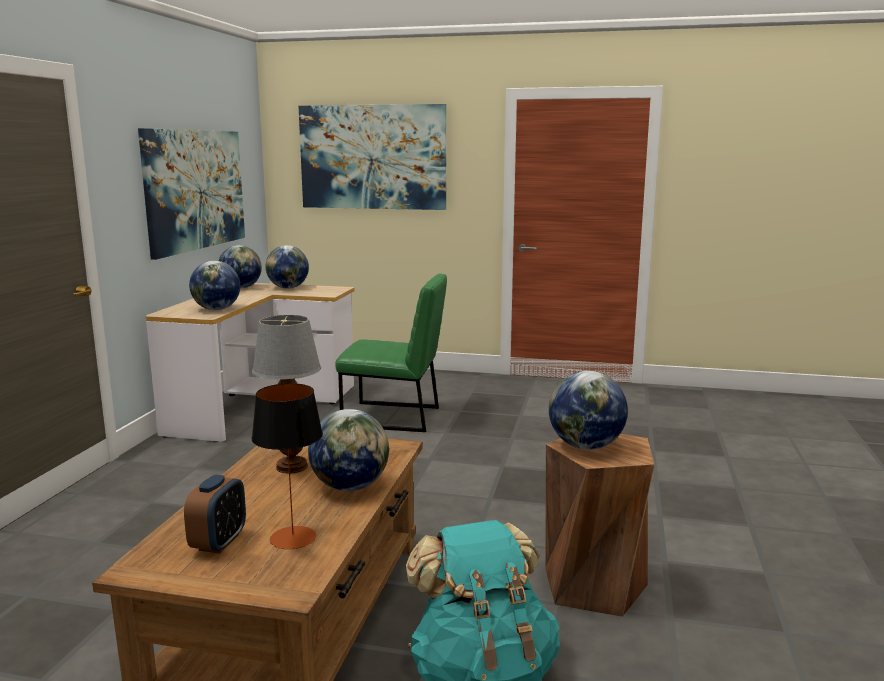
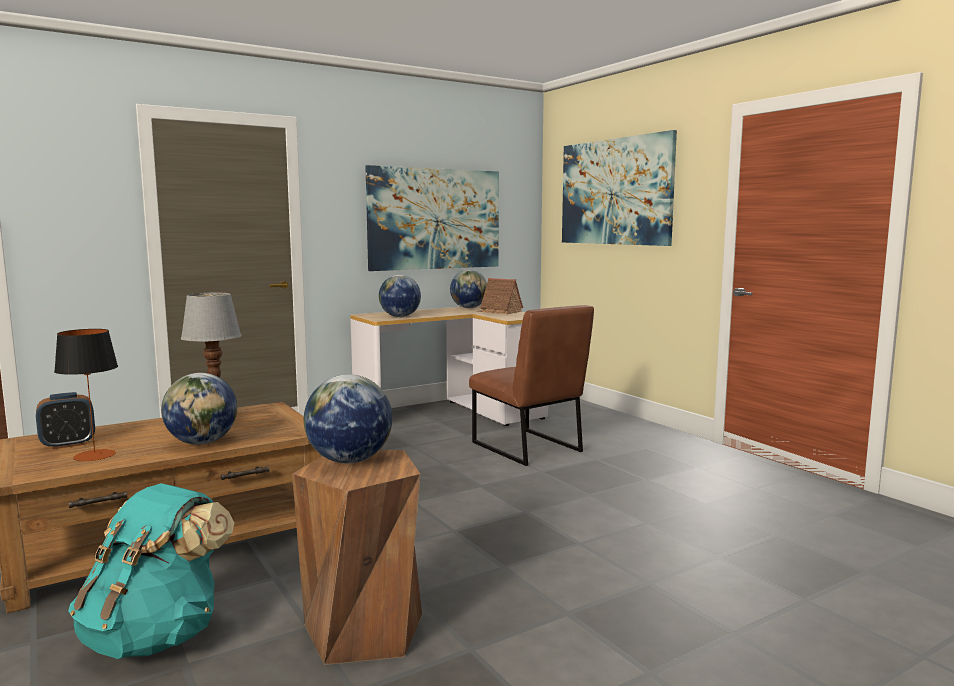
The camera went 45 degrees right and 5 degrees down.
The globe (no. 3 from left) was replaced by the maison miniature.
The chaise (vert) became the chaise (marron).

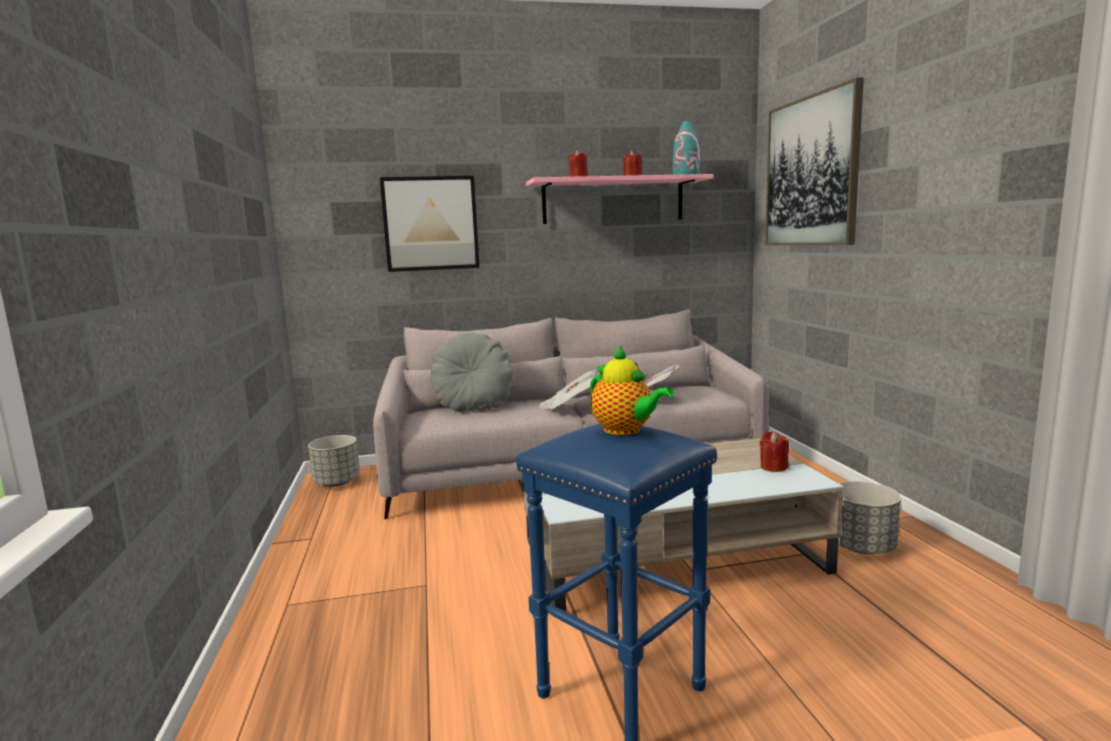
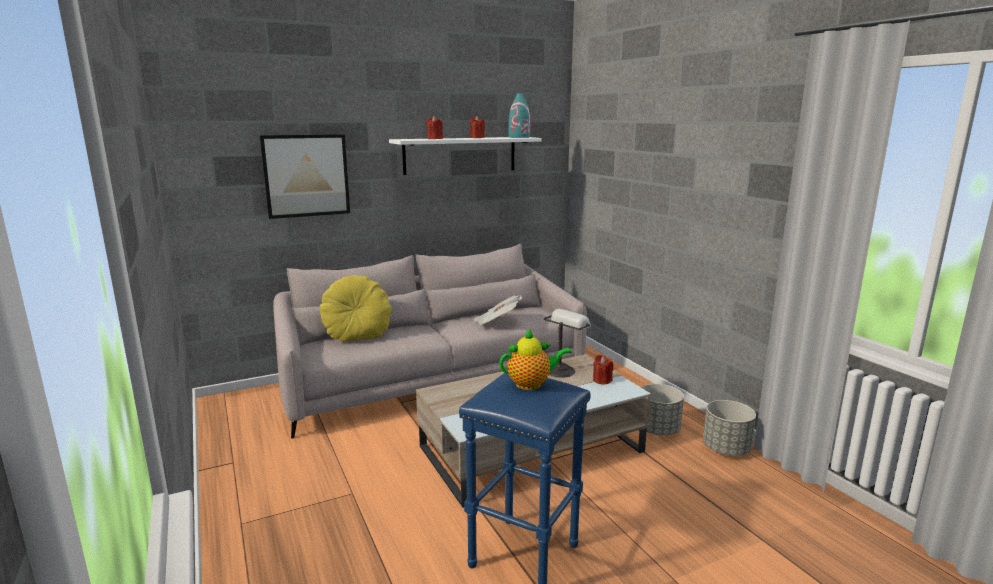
The camera went 15 degrees left and 5 degrees up.
The cache-pot (gris) (no. 1 from left in the first image) moved.
The coussin (gris) became the coussin (jaune).
The étagère (rose) became the étagère (blanc).
The journal (no. 1 from left) disappeared.
The théière turned 45 degrees counterclockwise.
The tableau (no. 2 from left) disappeared.
The lampe de table appeared.

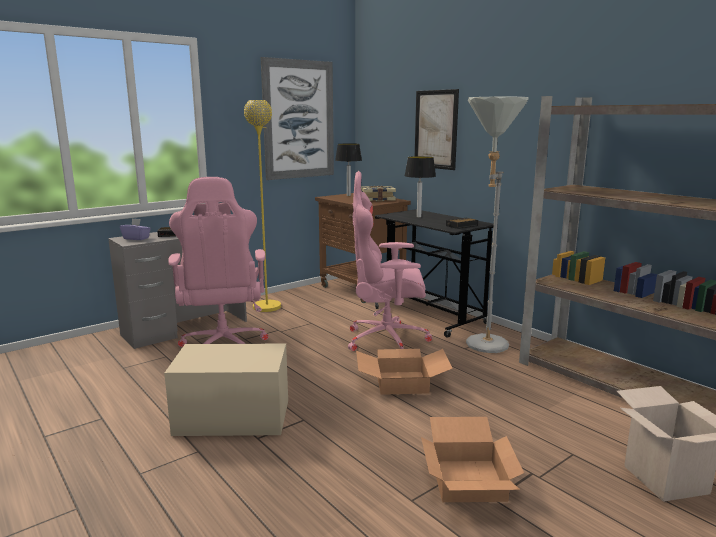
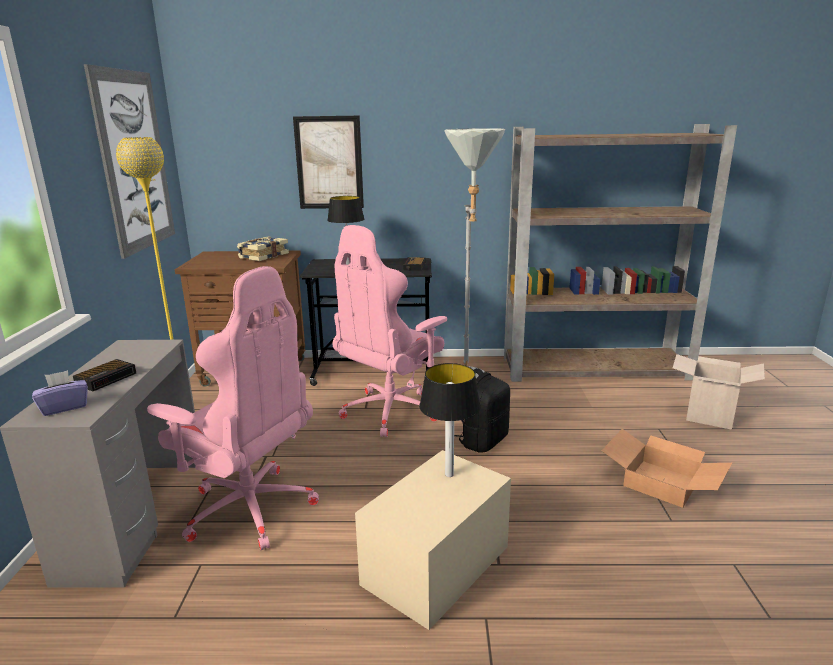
The camera went 50 degrees left and 5 degrees up.
The lampe de table (no. 1 from left in the first image) moved.
The carton (no. 1 from left) was replaced by the sac à dos (noir).

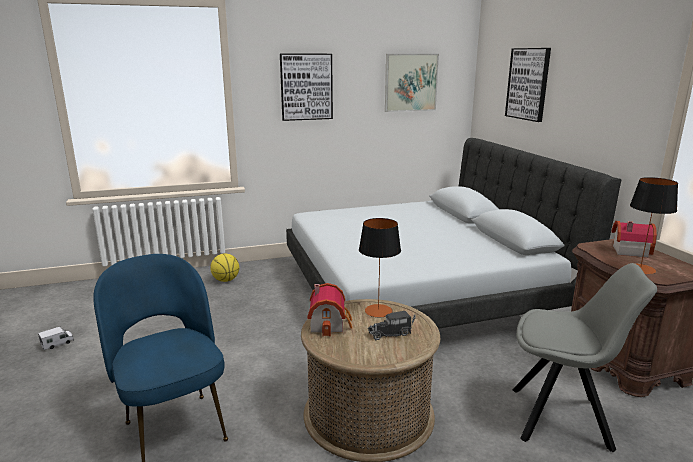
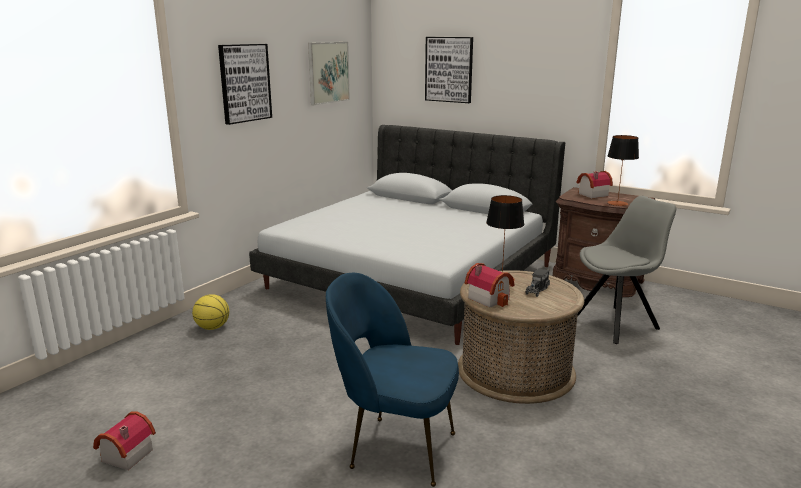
The camera went 40 degrees left and 0 degrees up.
The camion jouet (no. 1 from left) was replaced by the maison miniature (no. 1 from left).

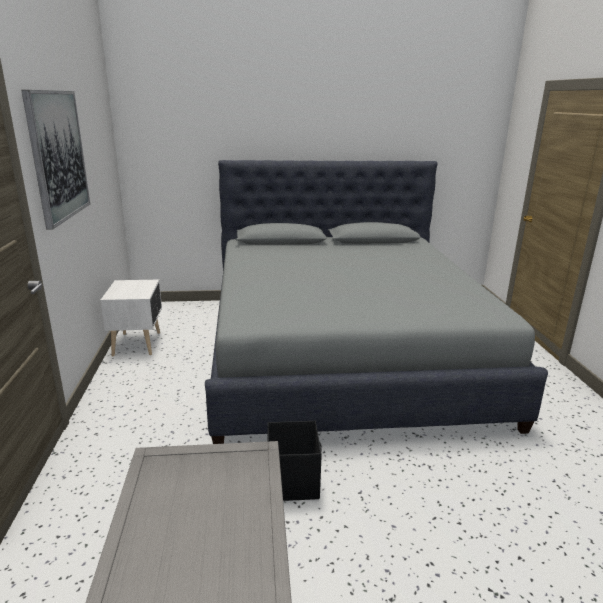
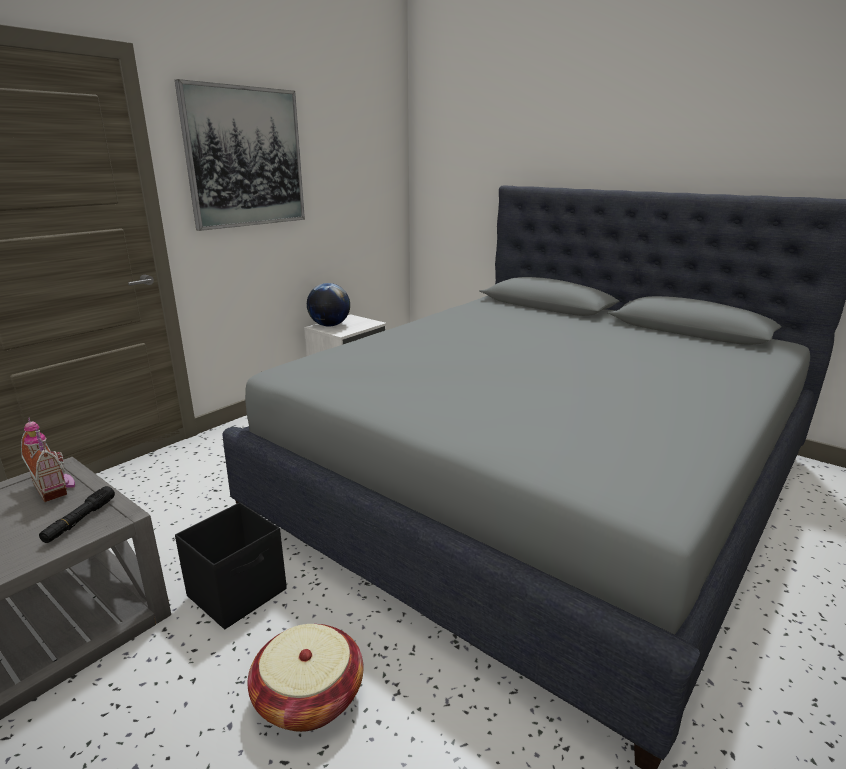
The camera went 45 degrees right and 0 degrees up.
The maison miniature appeared.
The lampe de poche (noir) appeared.
The panier appeared.
The globe appeared.

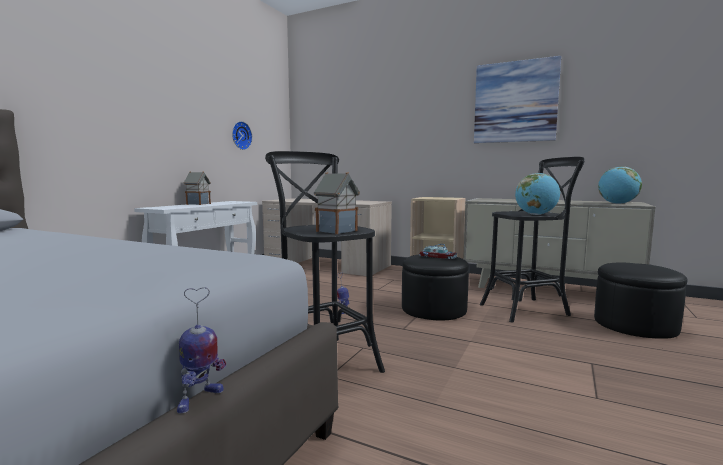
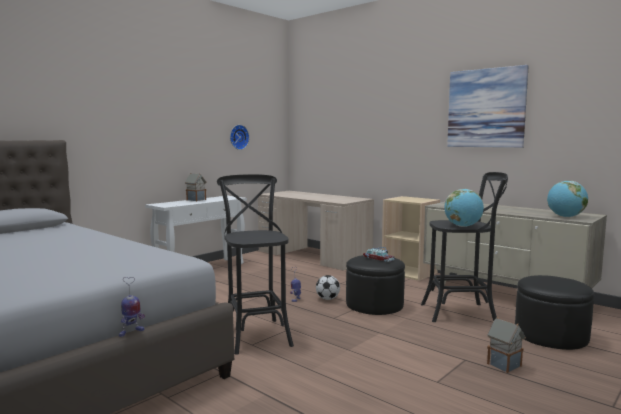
The camera went 15 degrees right and 0 degrees up.
The maison miniature (no. 2 from left) moved.
The ballon de foot appeared.

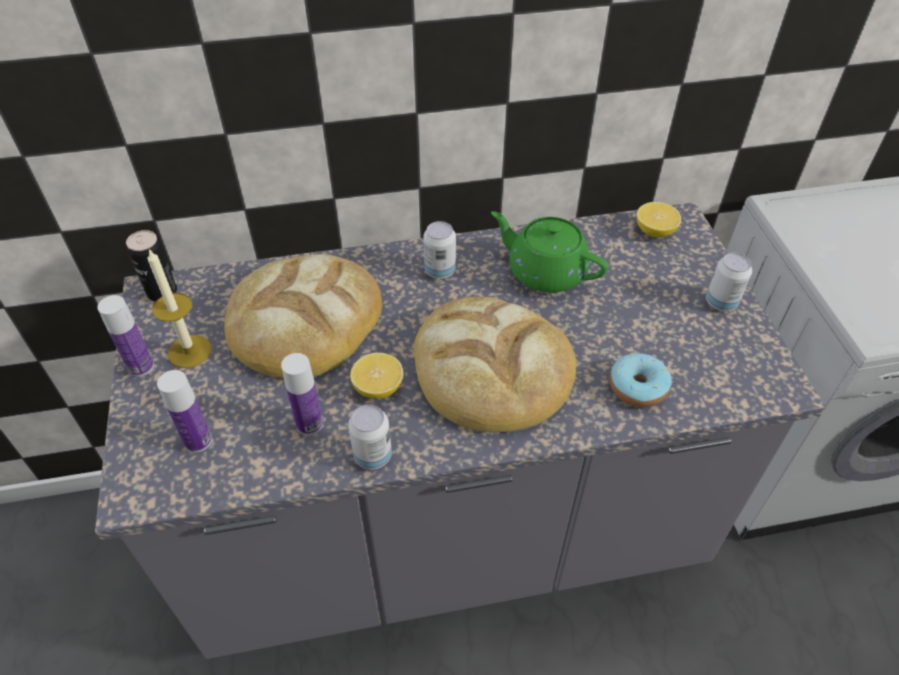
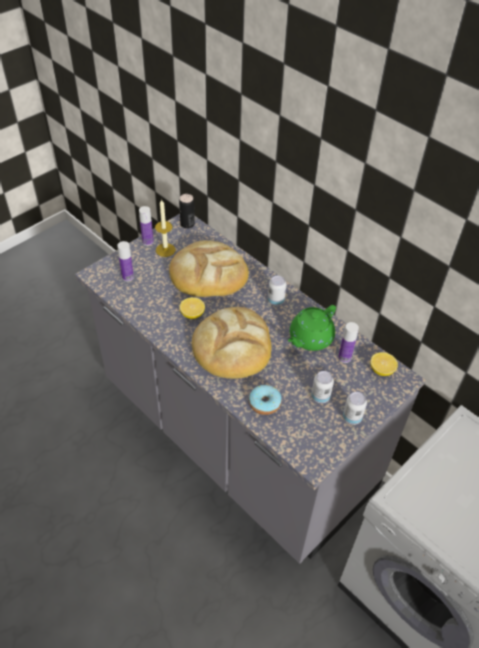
The camera went 55 degrees right and 0 degrees up.
The bouteille (no. 3 from left) moved.
The boîte métallique (no. 2 from left in the first image) moved.
The théière (vert) turned 135 degrees counterclockwise.

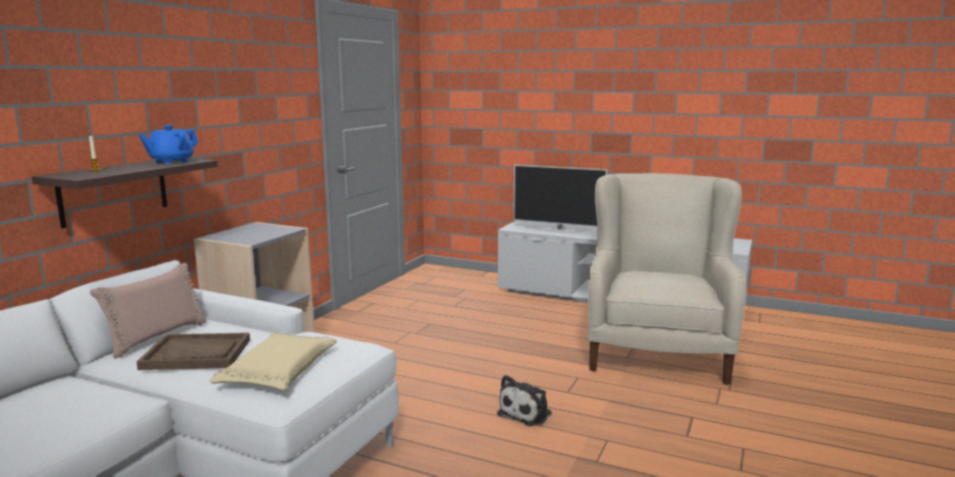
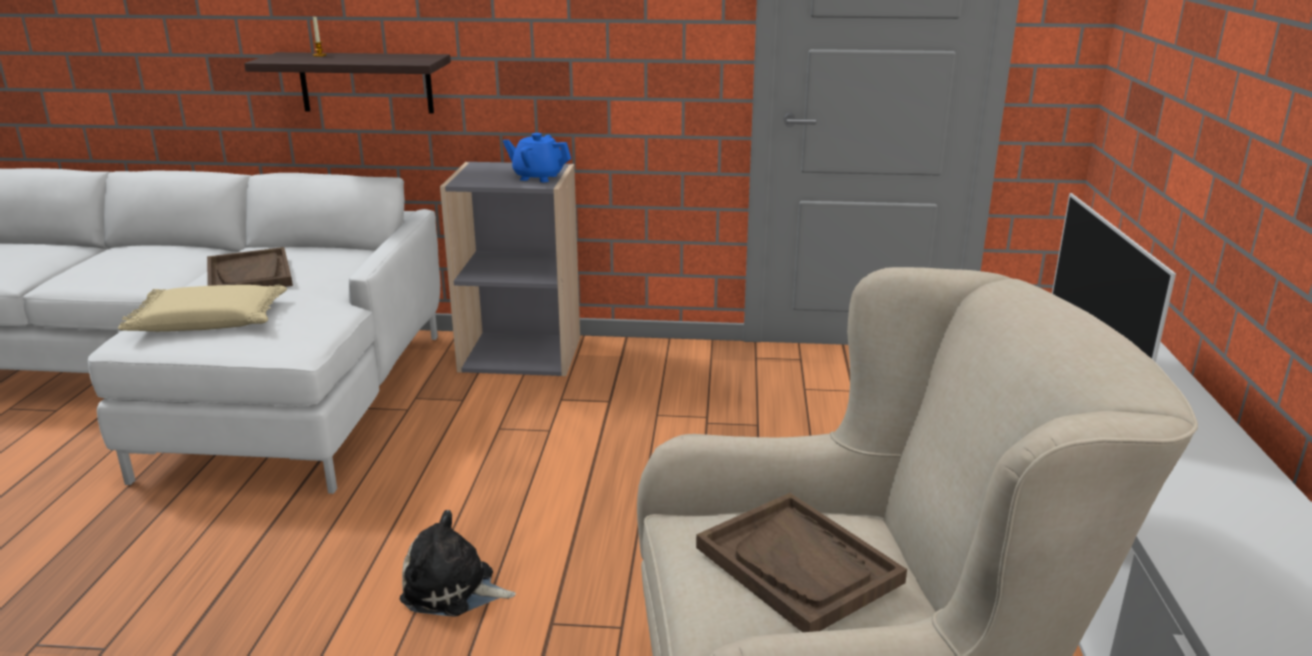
The camera went 70 degrees right and 10 degrees up.
The coussin (beige) (no. 1 from left) disappeared.
The théière (bleu) moved.
The plateau (marron) (no. 2 from left) appeared.

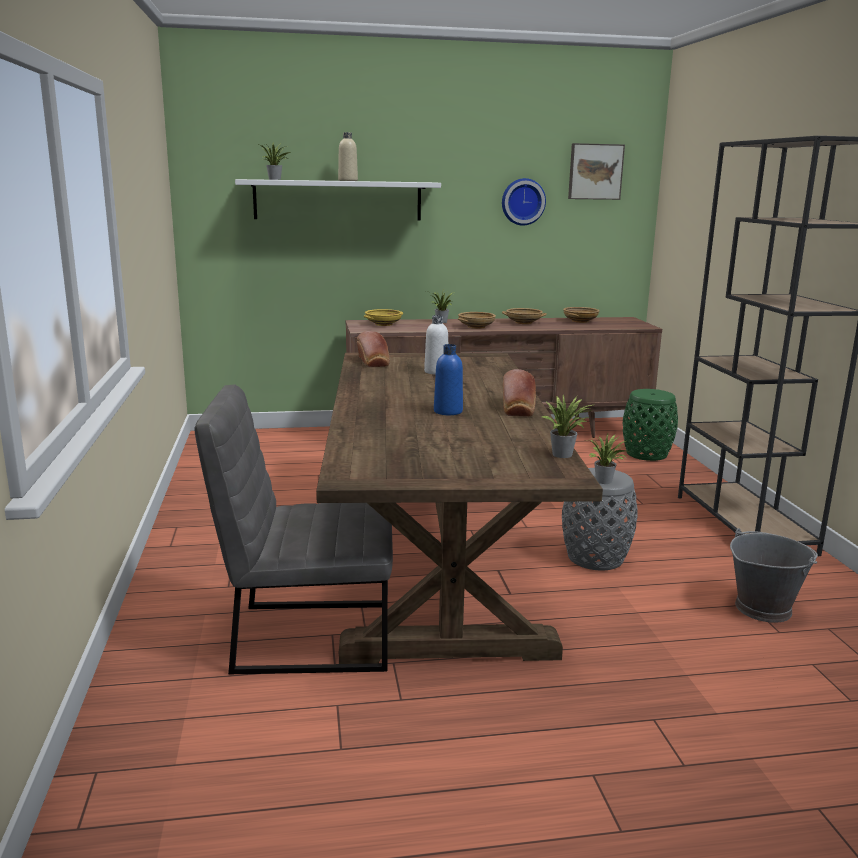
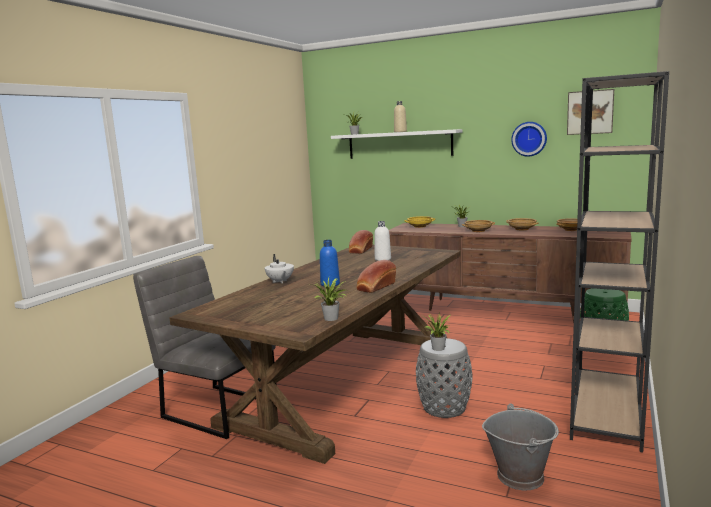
The camera went 35 degrees right and 5 degrees down.
The théière (blanc) appeared.

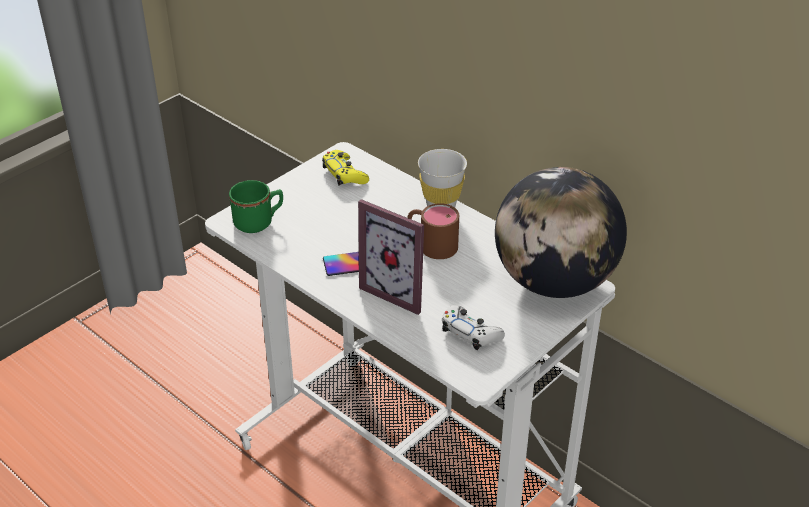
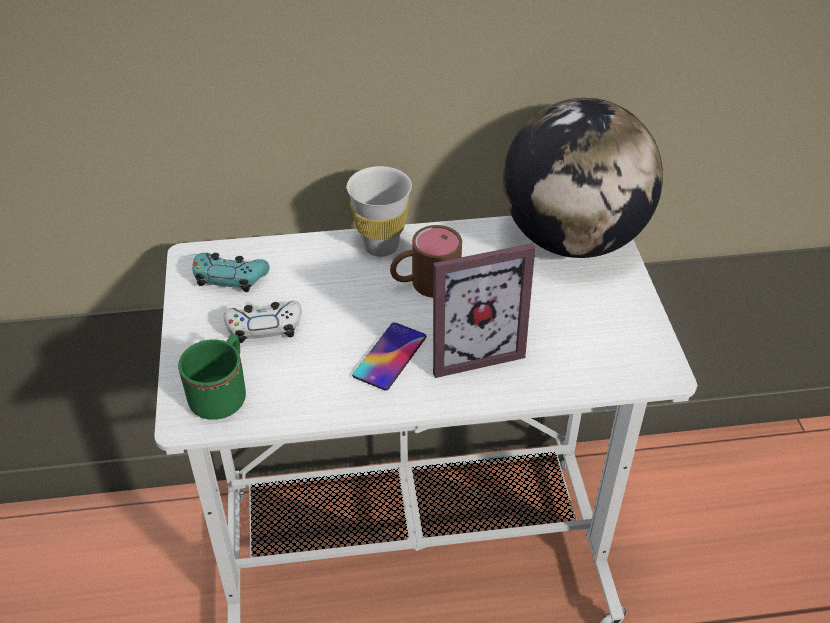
The camera went 50 degrees left and 5 degrees up.
The manette (jaune) became the manette (turquoise).
The manette (blanc) moved.

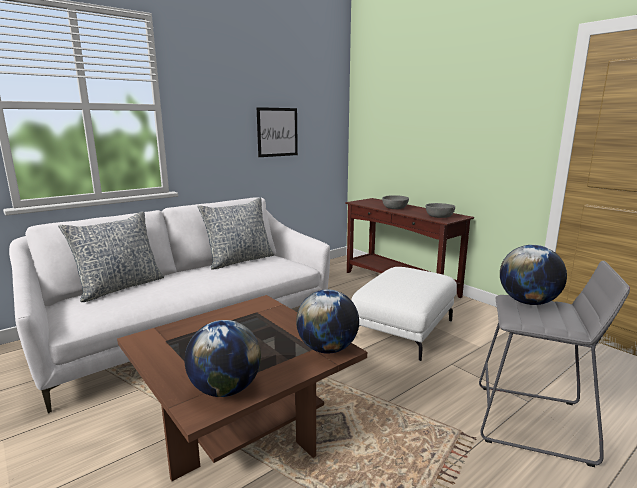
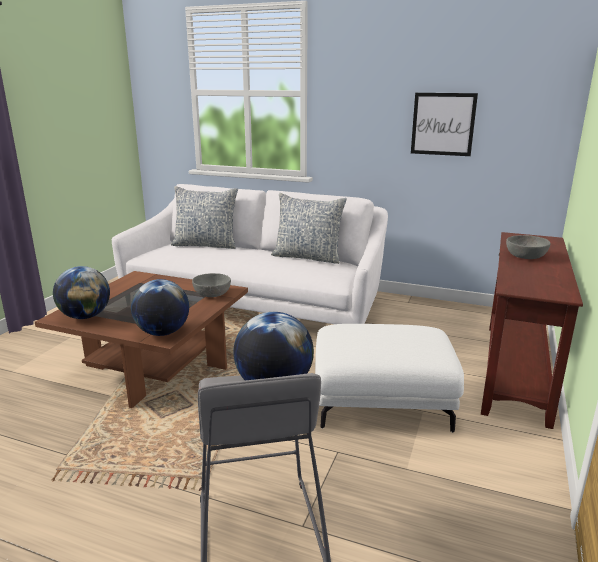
The camera went 60 degrees right and 5 degrees up.
The bol (gris) (no. 2 from left in the first image) moved.

